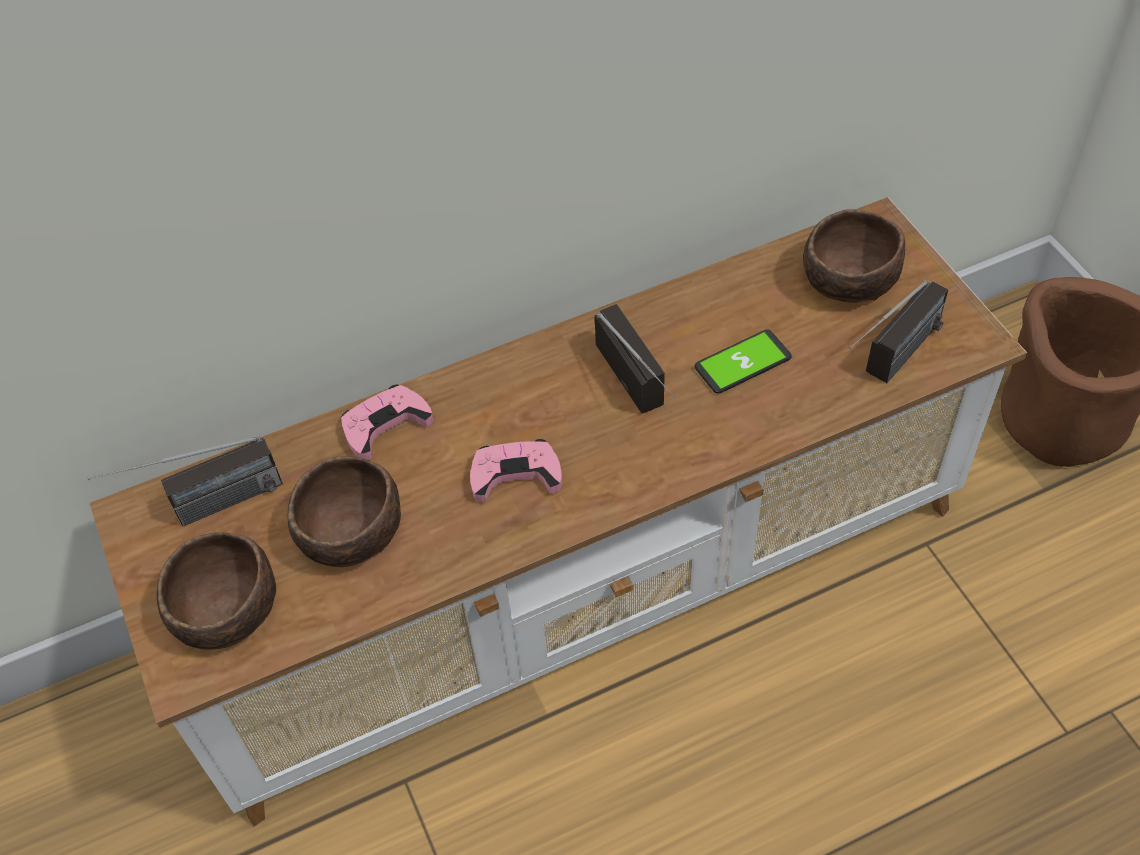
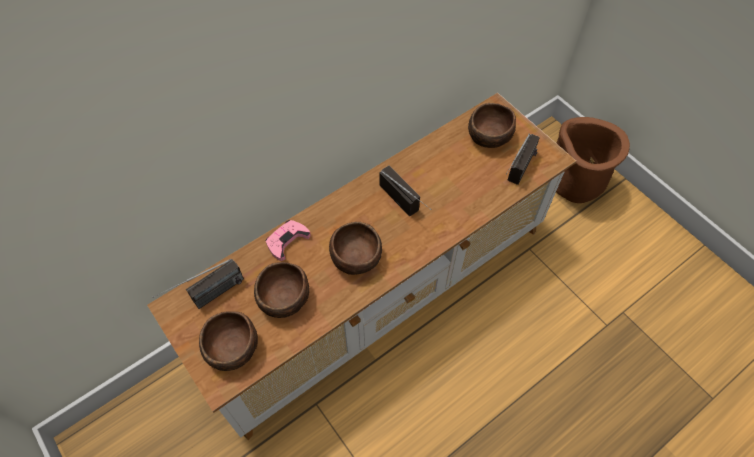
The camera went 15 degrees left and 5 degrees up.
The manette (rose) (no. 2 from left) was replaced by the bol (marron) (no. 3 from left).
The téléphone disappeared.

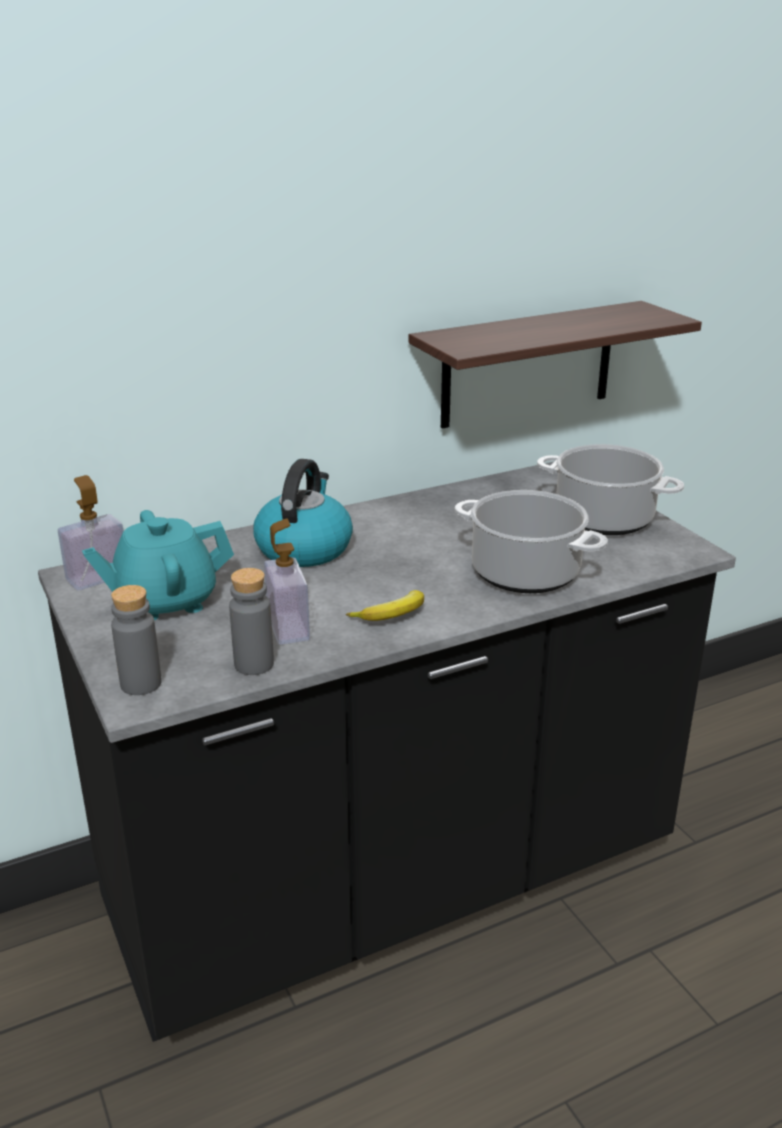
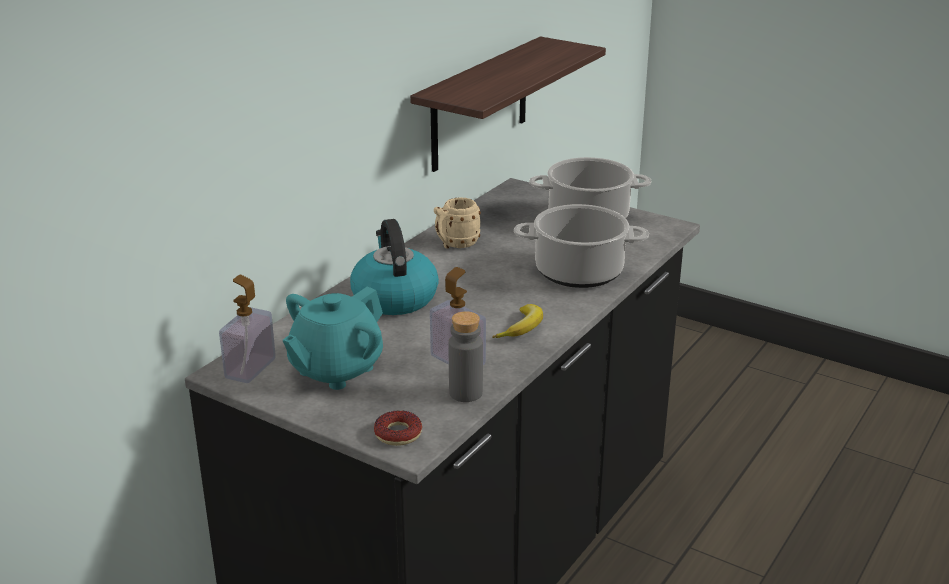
The camera went 30 degrees left and 0 degrees up.
The bouteille (gris) (no. 1 from left) was replaced by the beignet.
The mug (beige) appeared.

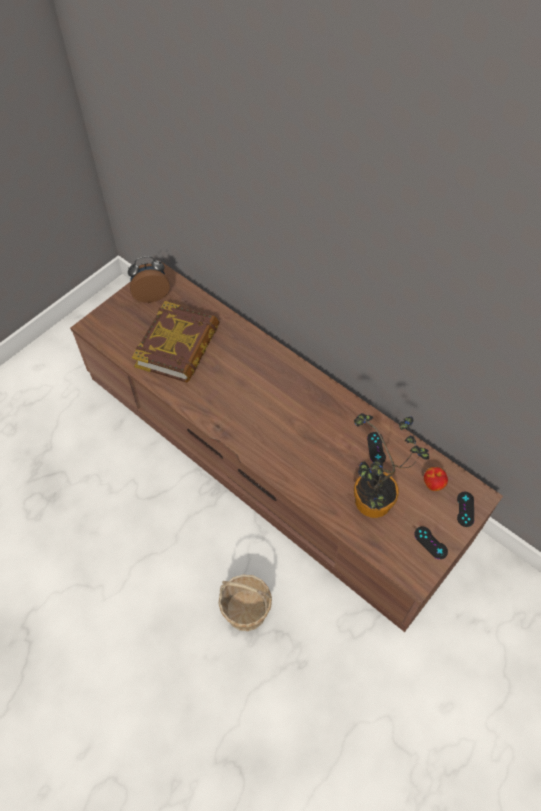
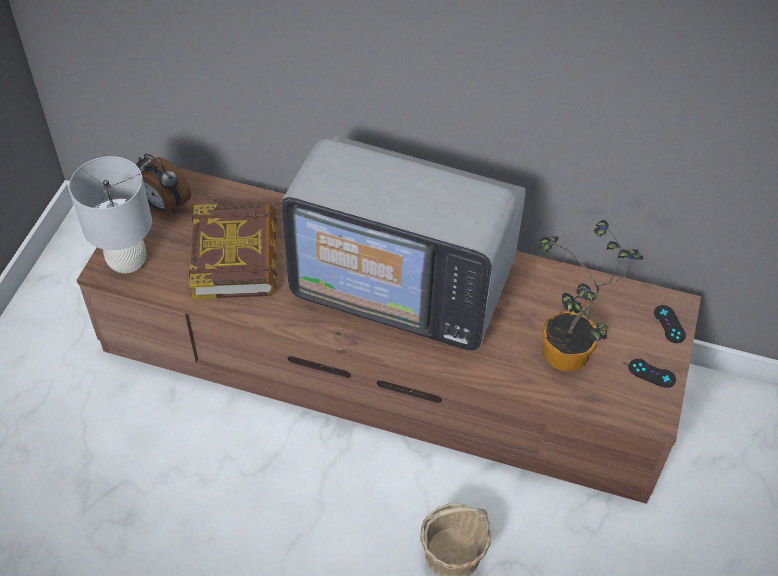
The camera went 25 degrees left and 5 degrees down.
The réveil turned 105 degrees counterclockwise.
The manette (noir) (no. 1 from left) disappeared.
The pomme disappeared.
The lampe de table (gris) appeared.
The téléviseur appeared.

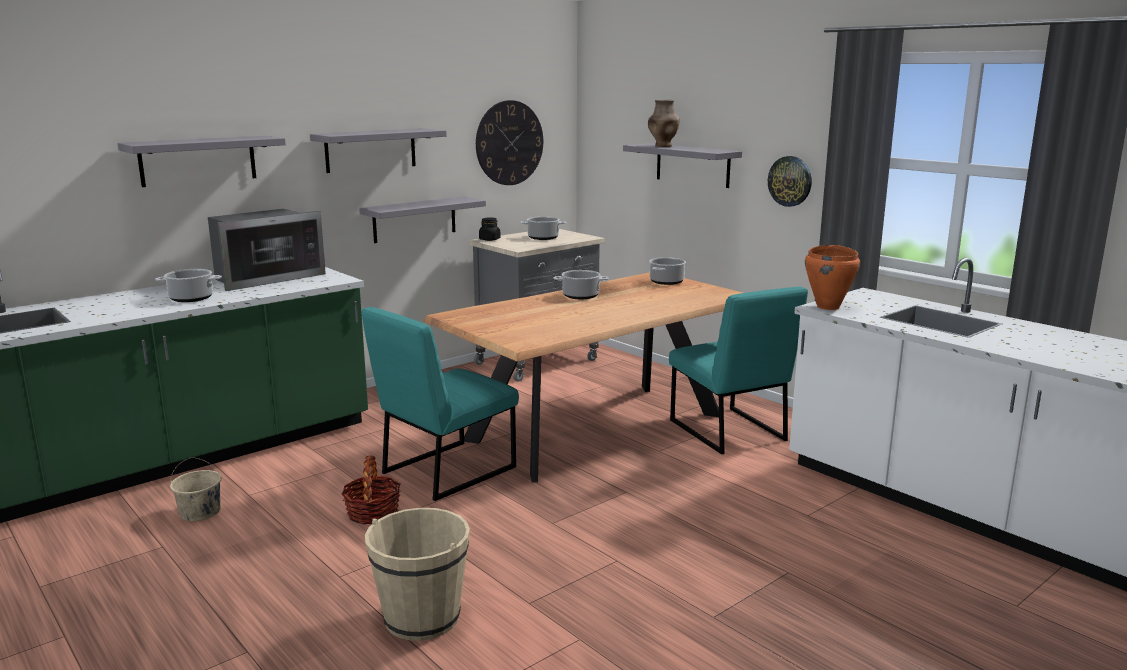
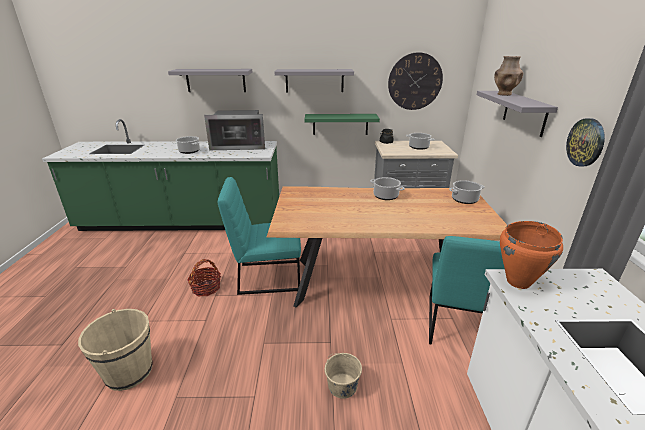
The camera went 40 degrees right and 10 degrees up.
The seau (beige) (no. 1 from left in the first image) moved.
The étagère (gris) (no. 3 from left) became the étagère (vert).

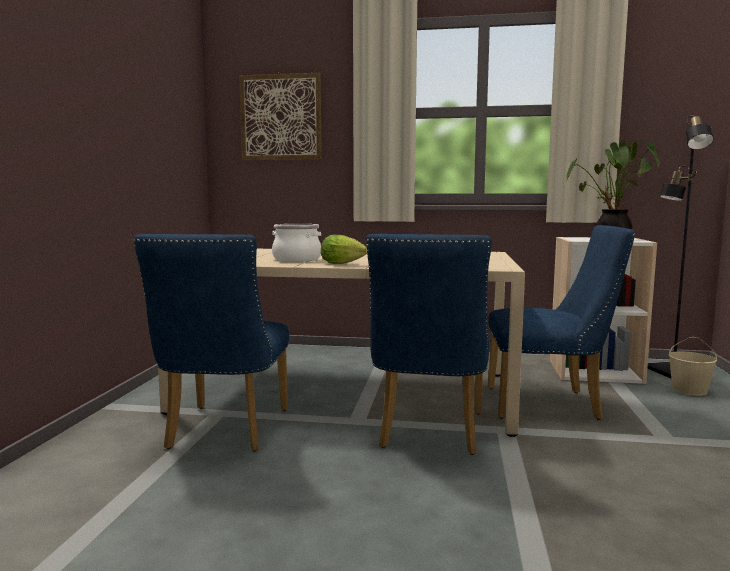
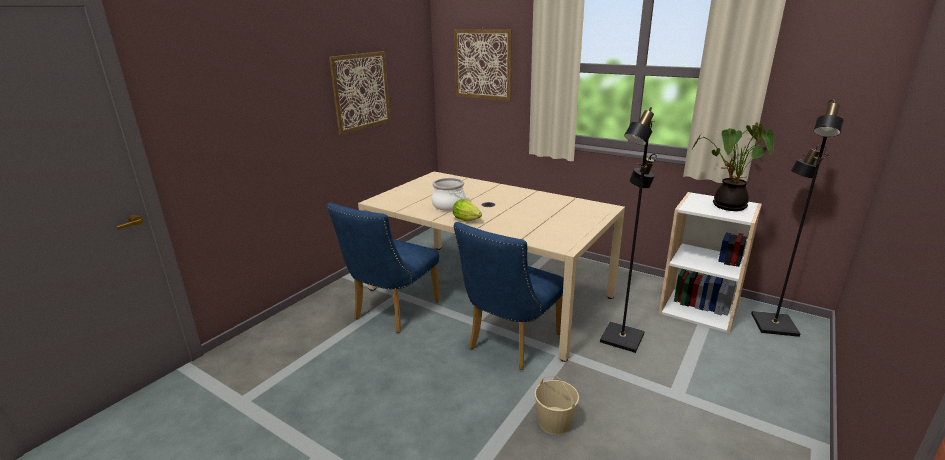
The camera went 25 degrees right and 15 degrees up.
The chaise (bleu) (no. 3 from left) was replaced by the lampadaire (noir) (no. 1 from left).
The seau (beige) moved.
The tableau (no. 1 from left) appeared.

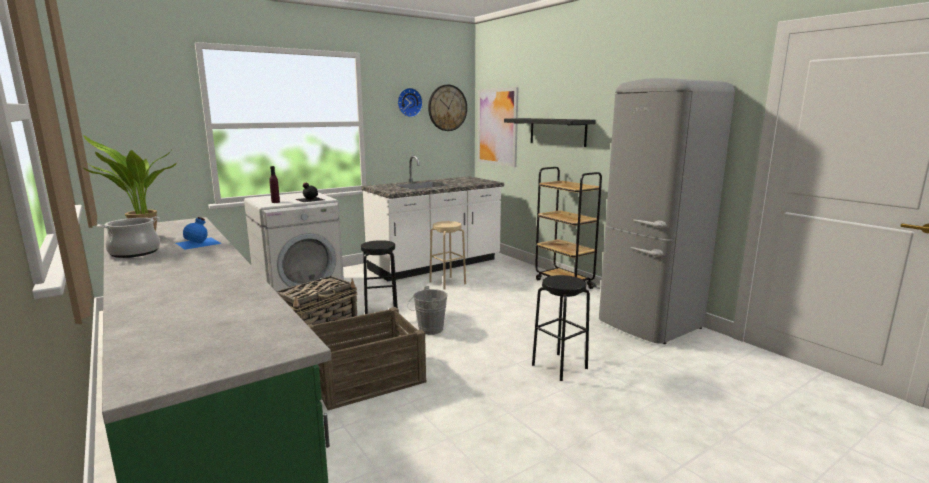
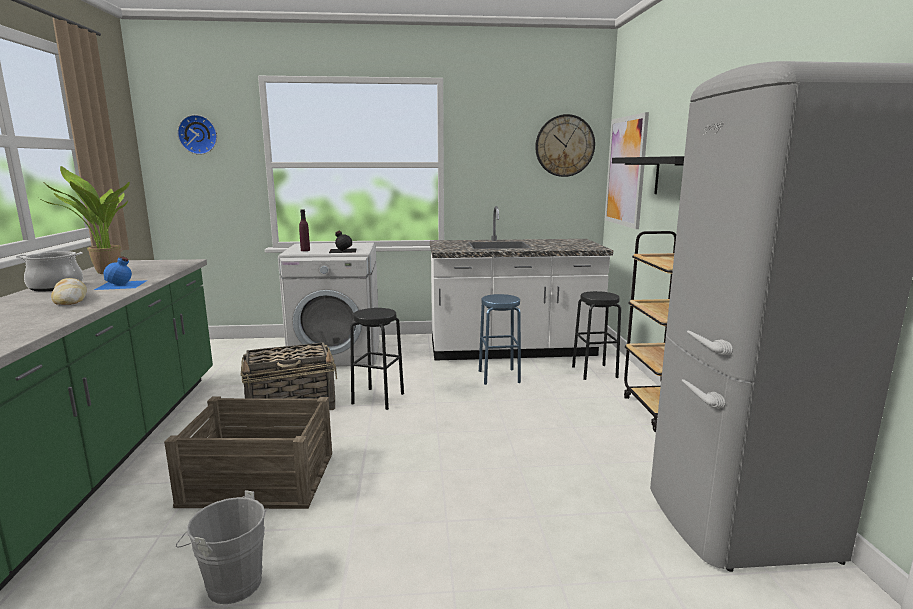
The camera went 30 degrees right and 0 degrees up.
The horloge murale (no. 1 from left) moved.
The seau (gris) moved.
The tabouret (beige) became the tabouret (bleu).
The tabouret (noir) (no. 2 from left) moved.
The pain appeared.

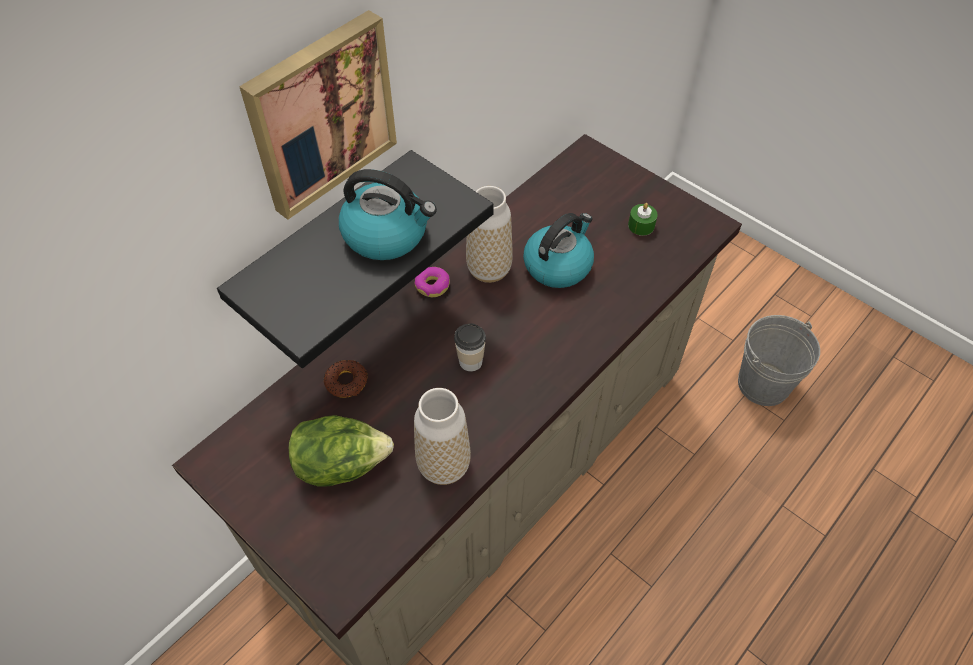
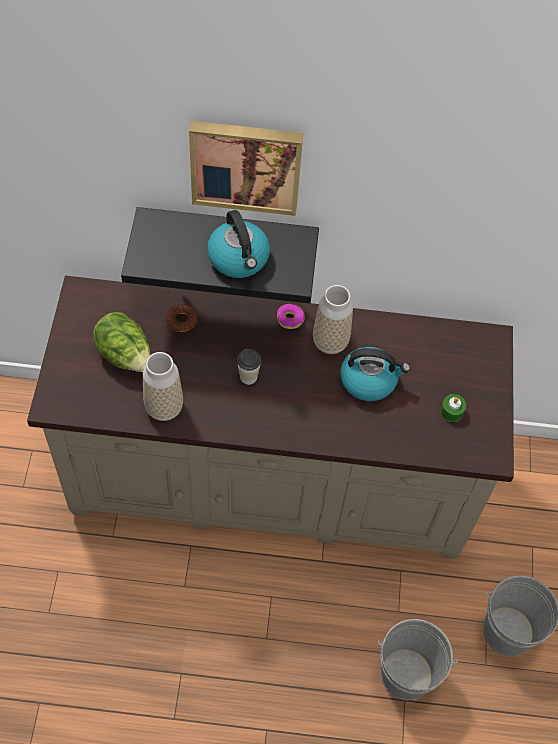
The camera went 50 degrees right and 5 degrees up.
The seau (gris) (no. 1 from left) appeared.

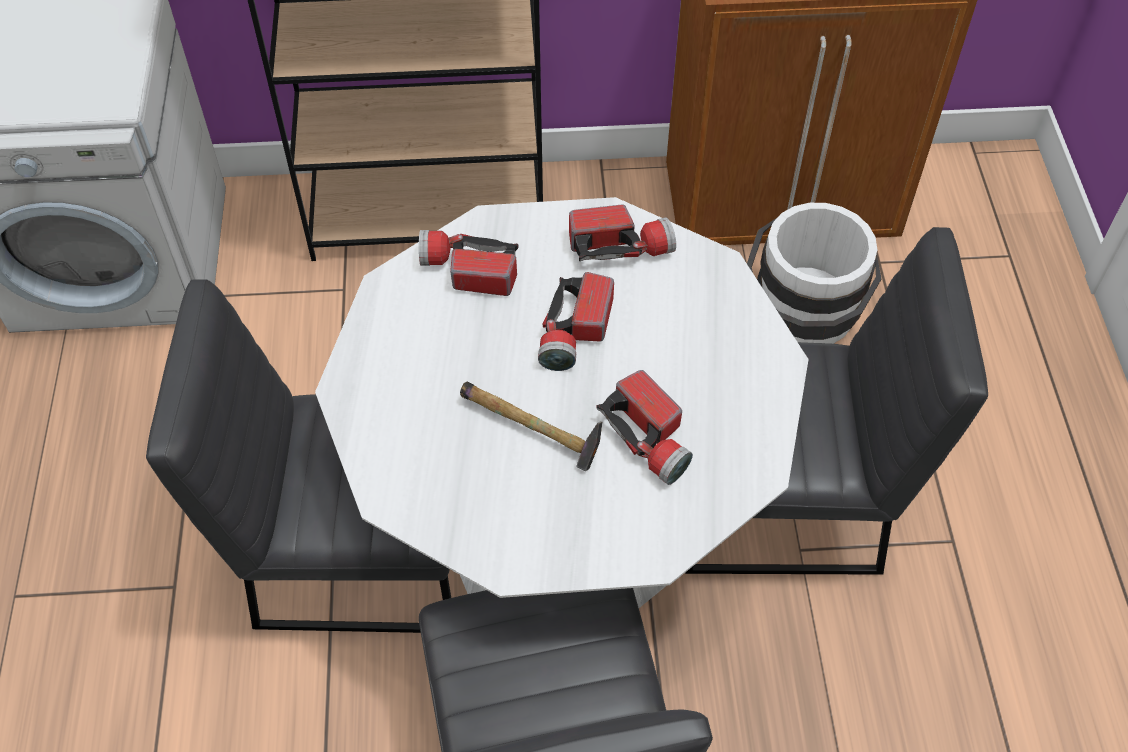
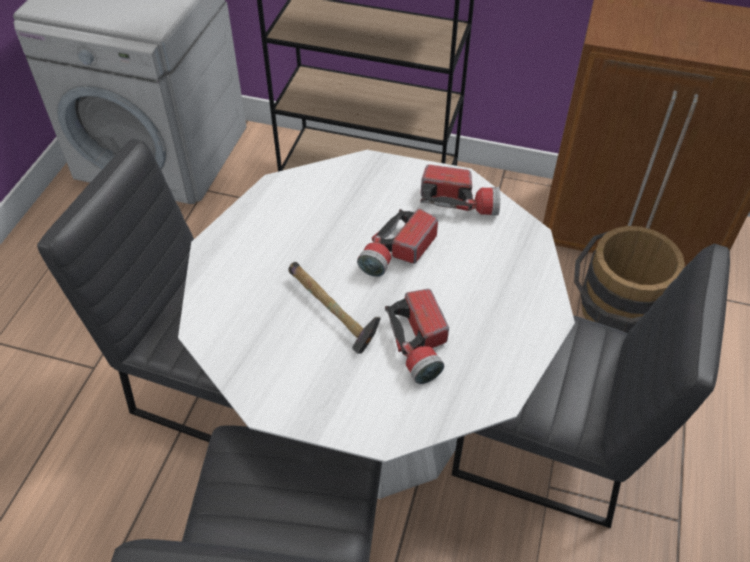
The camera went 20 degrees right and 5 degrees down.
The lampe de poche (no. 1 from left) disappeared.
The seau (blanc) became the seau (marron).

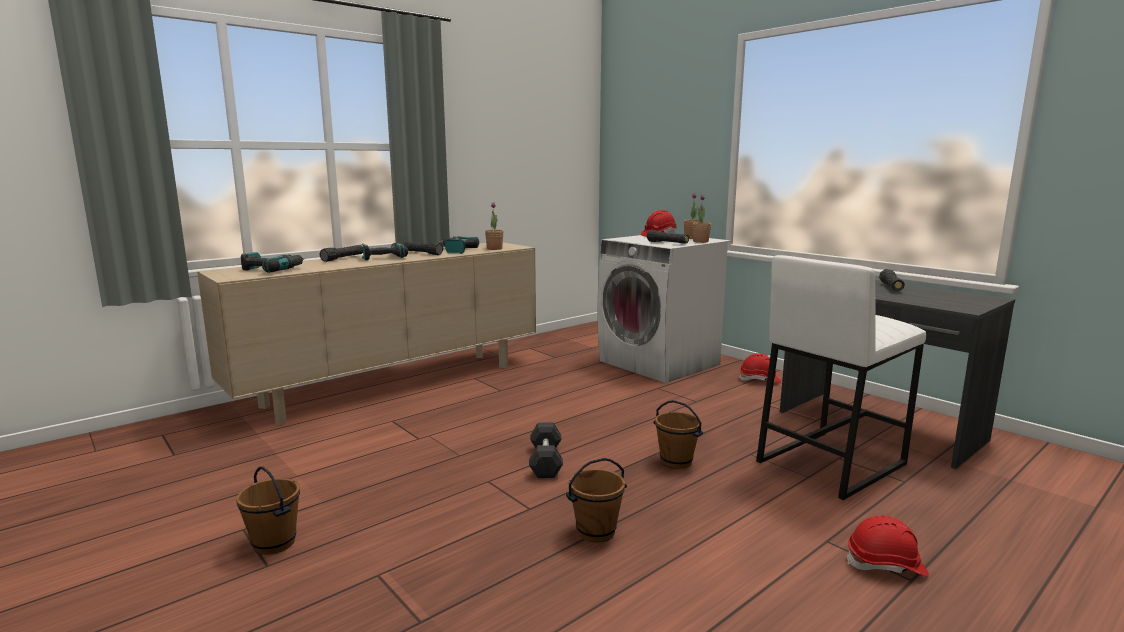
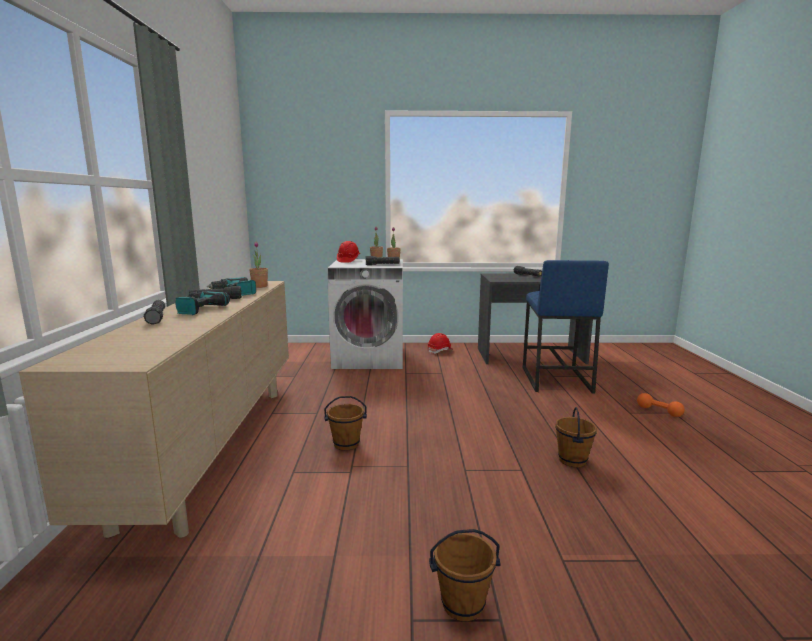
The camera went 50 degrees left and 0 degrees up.
The perceuse (no. 1 from left) disappeared.
The haltère (gris) disappeared.
The seau (marron) (no. 3 from left in the first image) moved.
The tabouret (blanc) became the tabouret (bleu).
The casque de chantier (rouge) (no. 3 from left) was replaced by the haltère (orange).

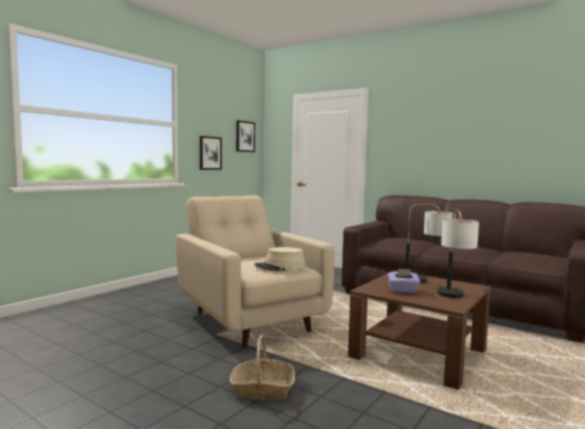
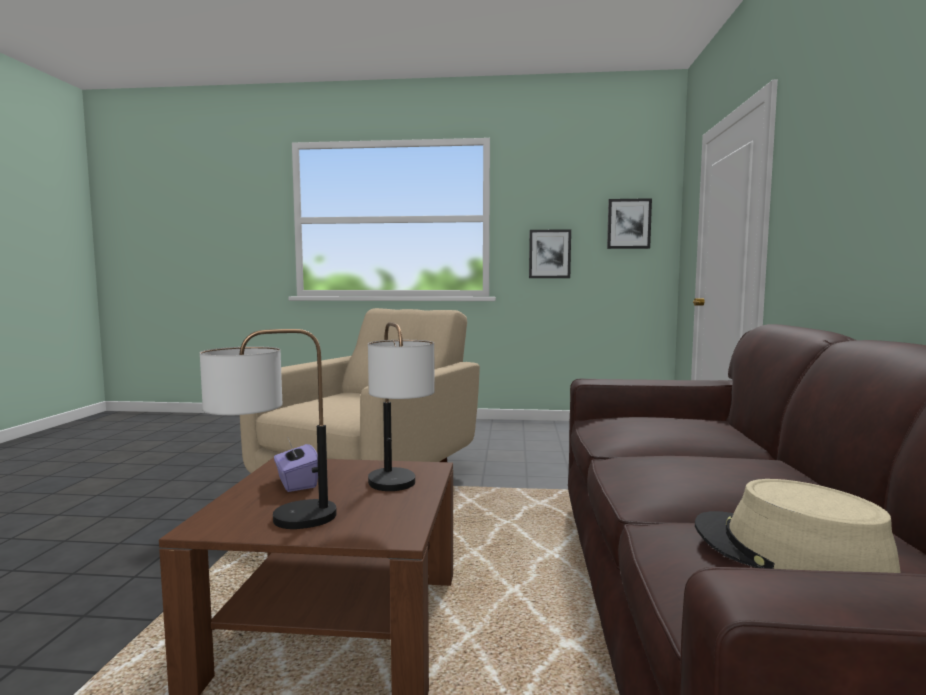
The camera went 60 degrees right and 0 degrees up.
The panier disappeared.
The chapeau (beige) moved.

